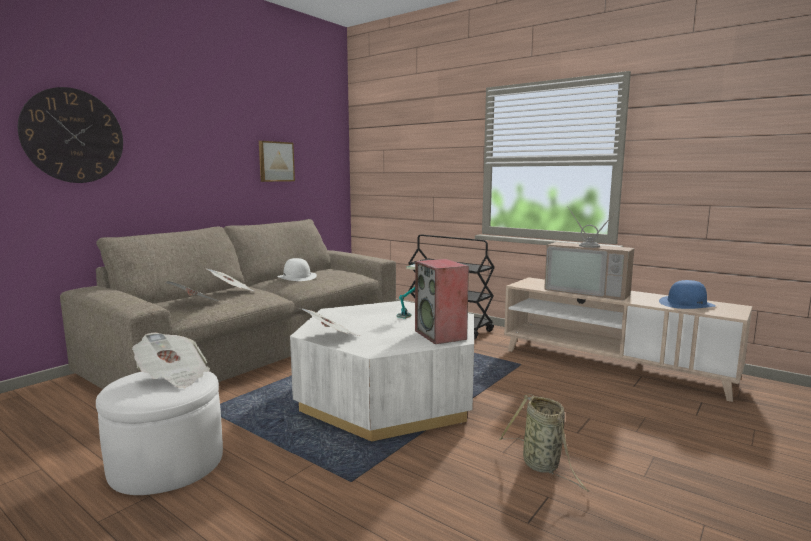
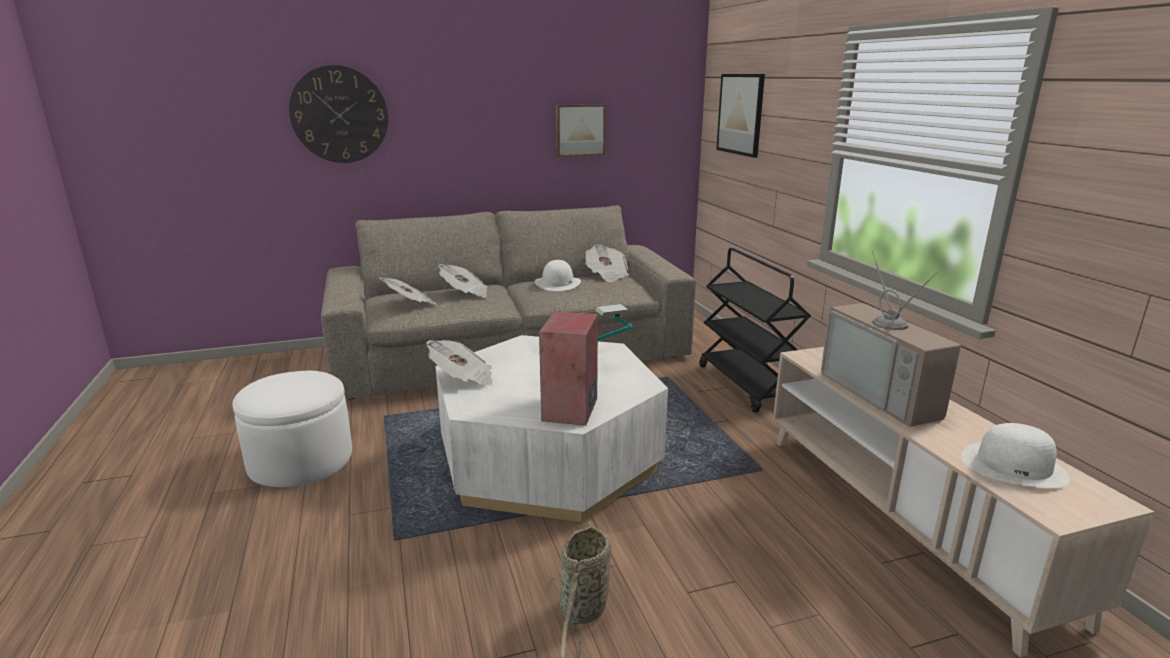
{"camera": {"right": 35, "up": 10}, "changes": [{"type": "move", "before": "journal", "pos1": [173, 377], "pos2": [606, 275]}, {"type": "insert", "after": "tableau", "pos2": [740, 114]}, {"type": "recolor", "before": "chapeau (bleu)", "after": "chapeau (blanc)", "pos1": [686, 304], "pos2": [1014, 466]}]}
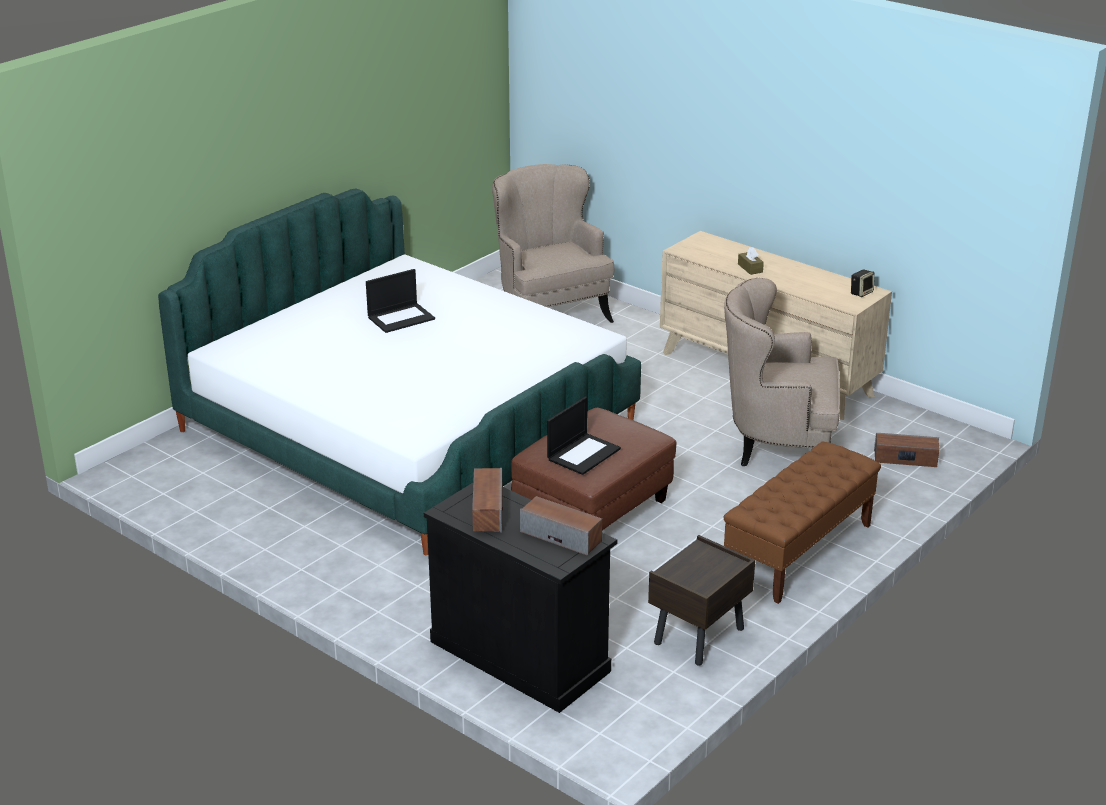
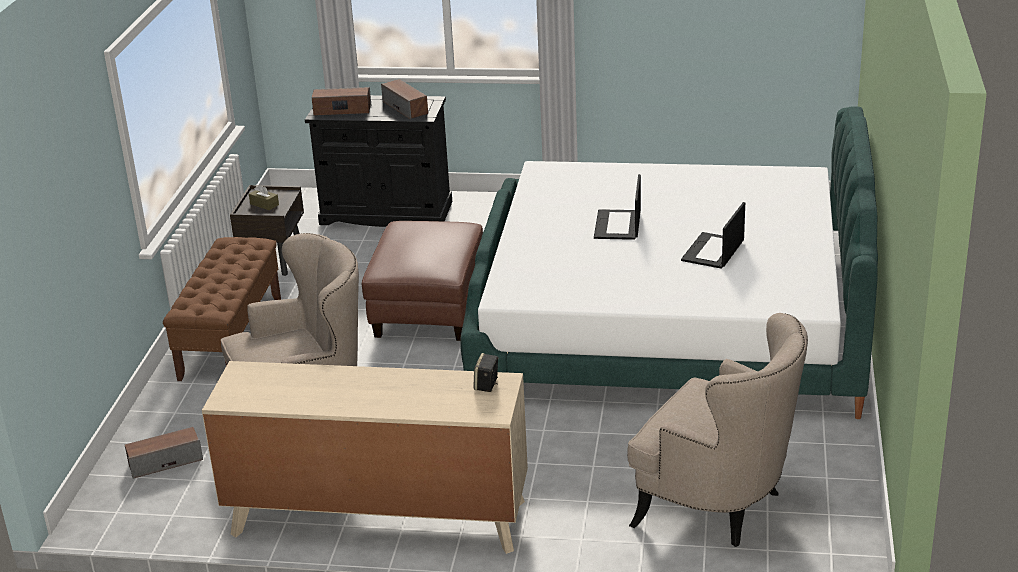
{"camera": {"right": 150, "up": 0}, "changes": [{"type": "move", "before": "boîte à mouchoirs (marron)", "pos1": [750, 268], "pos2": [264, 204]}, {"type": "move", "before": "enceinte", "pos1": [861, 292], "pos2": [487, 385]}, {"type": "move", "before": "ordinateur portable", "pos1": [583, 453], "pos2": [618, 225]}]}
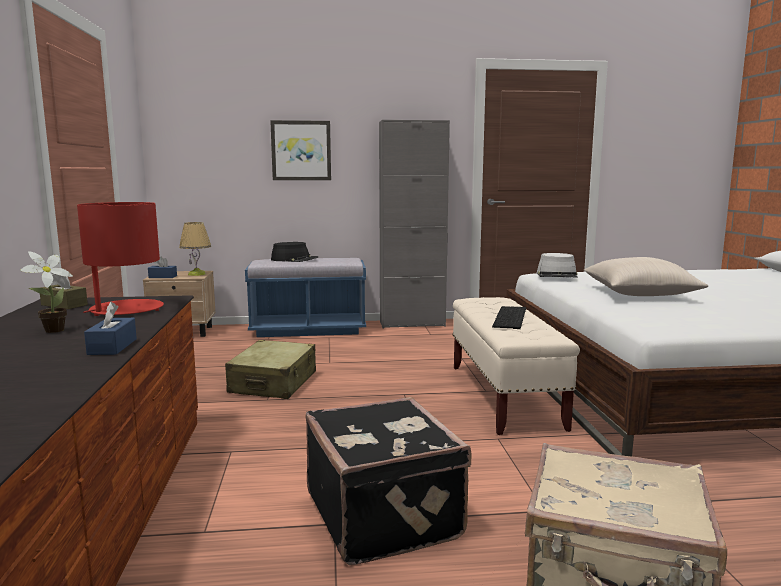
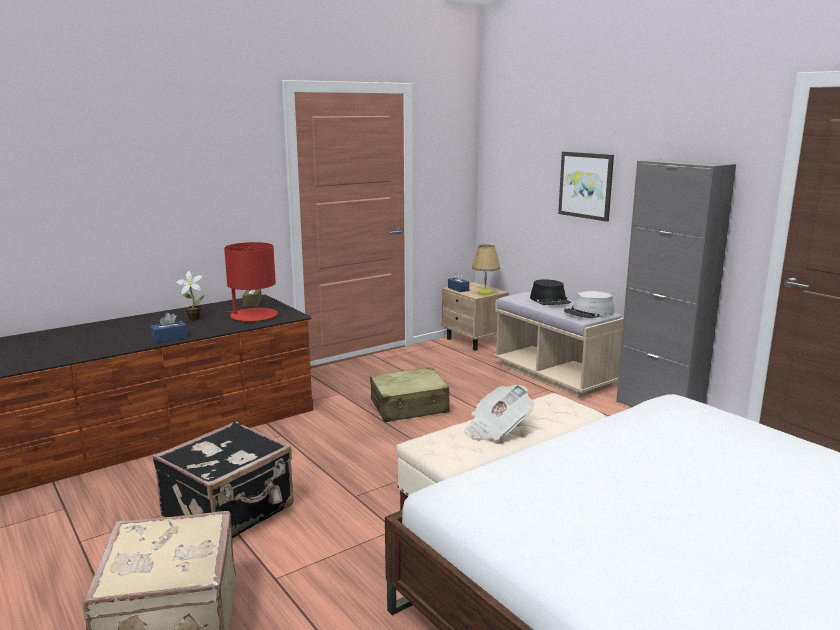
{"camera": {"right": 60, "up": 5}, "changes": [{"type": "replace", "before": "clavier", "after": "journal", "pos1": [511, 318], "pos2": [497, 429]}, {"type": "recolor", "before": "banc (bleu)", "after": "banc (beige)", "pos1": [308, 329], "pos2": [554, 375]}, {"type": "move", "before": "chapeau (gris)", "pos1": [557, 275], "pos2": [589, 312]}, {"type": "delete", "before": "coussin (beige)", "pos1": [639, 294]}]}
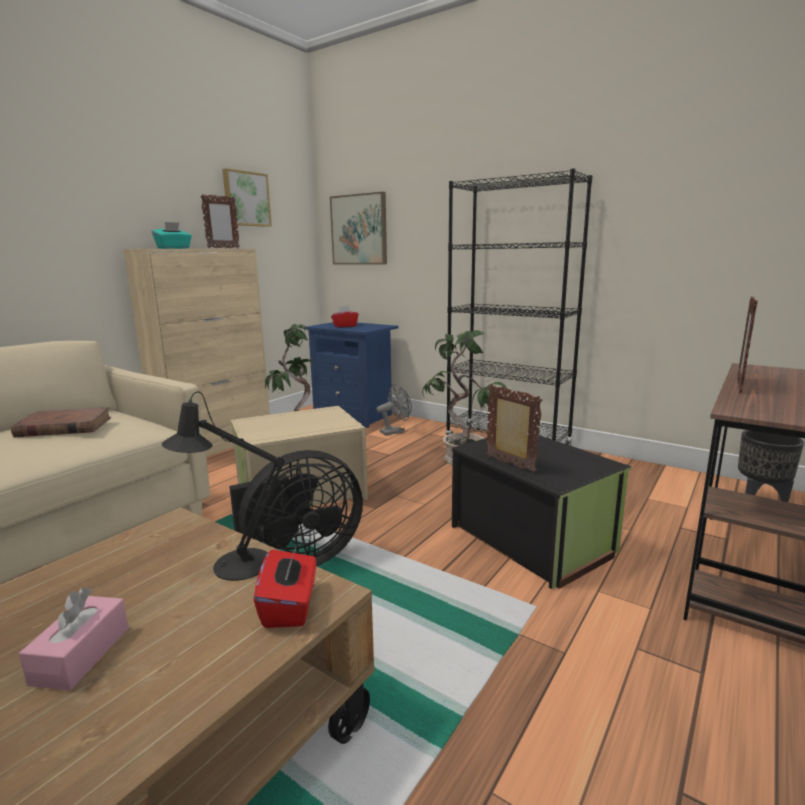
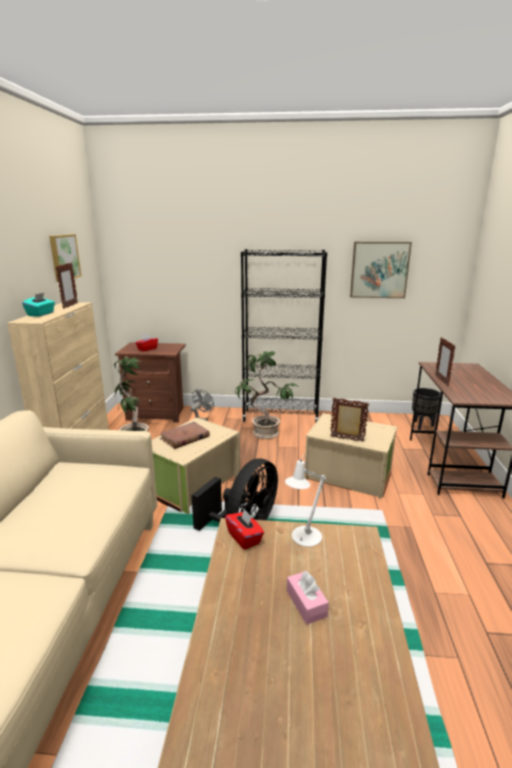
{"camera": {"right": -30, "up": 5}, "changes": [{"type": "recolor", "before": "table de chevet (bleu)", "after": "table de chevet (marron)", "pos1": [355, 415], "pos2": [158, 413]}, {"type": "move", "before": "livre (marron)", "pos1": [64, 427], "pos2": [184, 437]}, {"type": "move", "before": "boîte à mouchoirs (rouge)", "pos1": [290, 607], "pos2": [244, 538]}, {"type": "recolor", "before": "lampe de table (noir)", "after": "lampe de table (blanc)", "pos1": [233, 565], "pos2": [304, 538]}, {"type": "recolor", "before": "boîte de rangement (noir)", "after": "boîte de rangement (beige)", "pos1": [530, 540], "pos2": [348, 476]}, {"type": "move", "before": "tableau", "pos1": [359, 230], "pos2": [379, 270]}]}
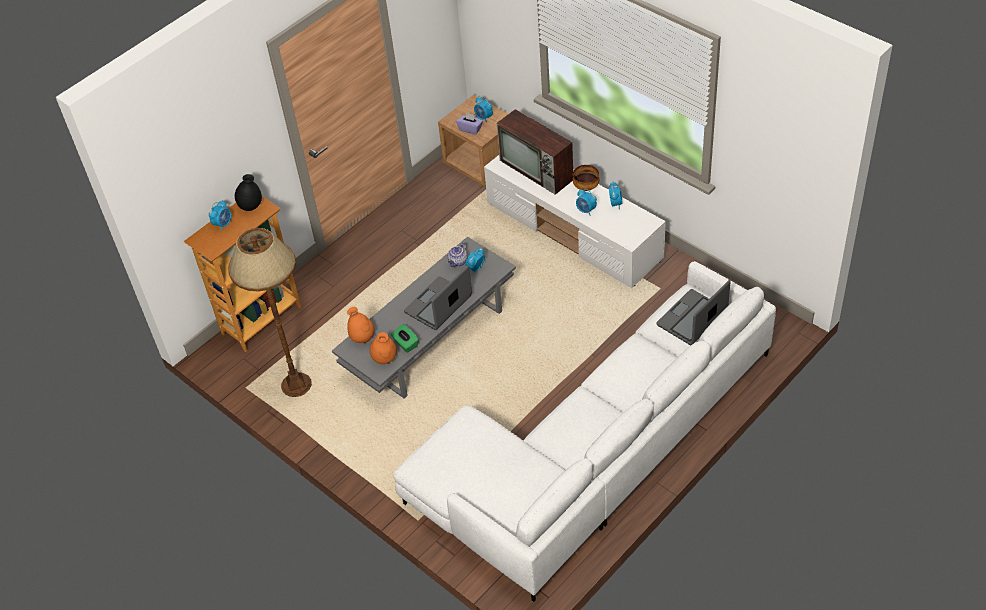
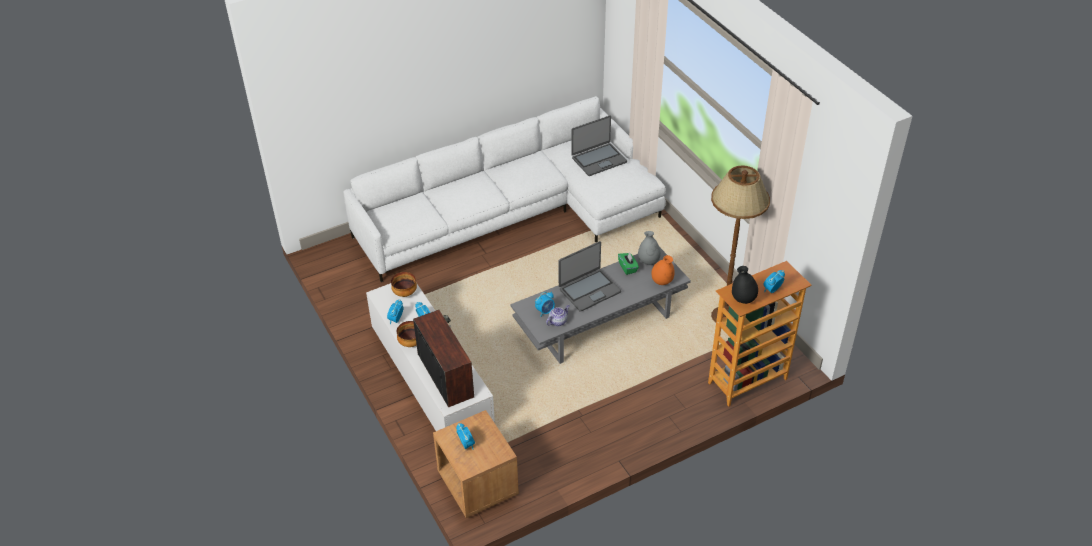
{"camera": {"right": -165, "up": -5}, "changes": [{"type": "insert", "after": "bol", "pos2": [404, 293]}, {"type": "move", "before": "ordinateur portable", "pos1": [692, 319], "pos2": [598, 160]}, {"type": "recolor", "before": "vase (orange)", "after": "vase (gris)", "pos1": [384, 359], "pos2": [648, 261]}, {"type": "delete", "before": "boîte à mouchoirs (violet)", "pos1": [470, 129]}]}
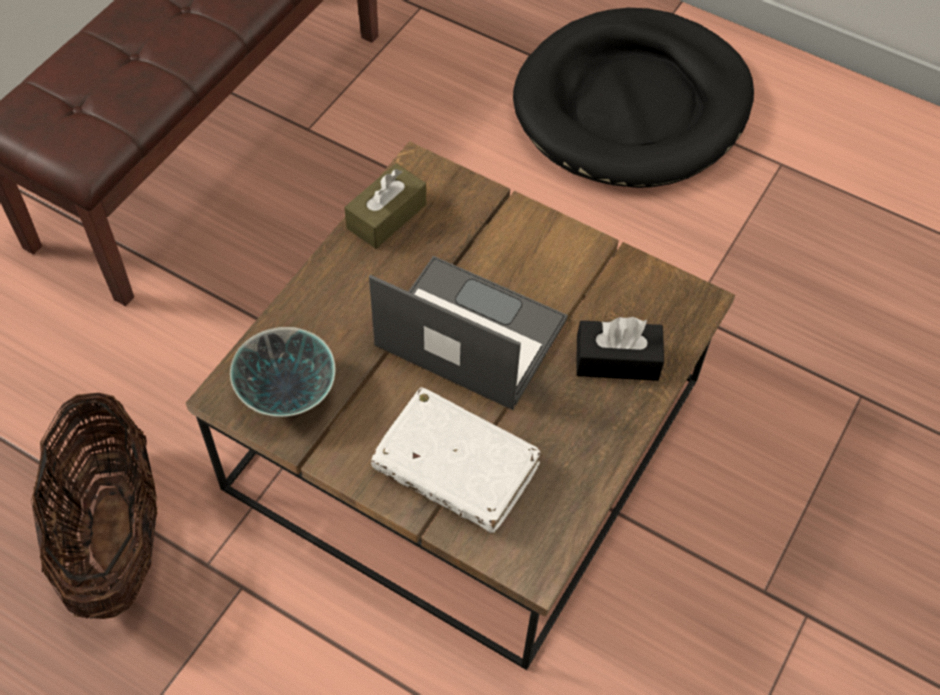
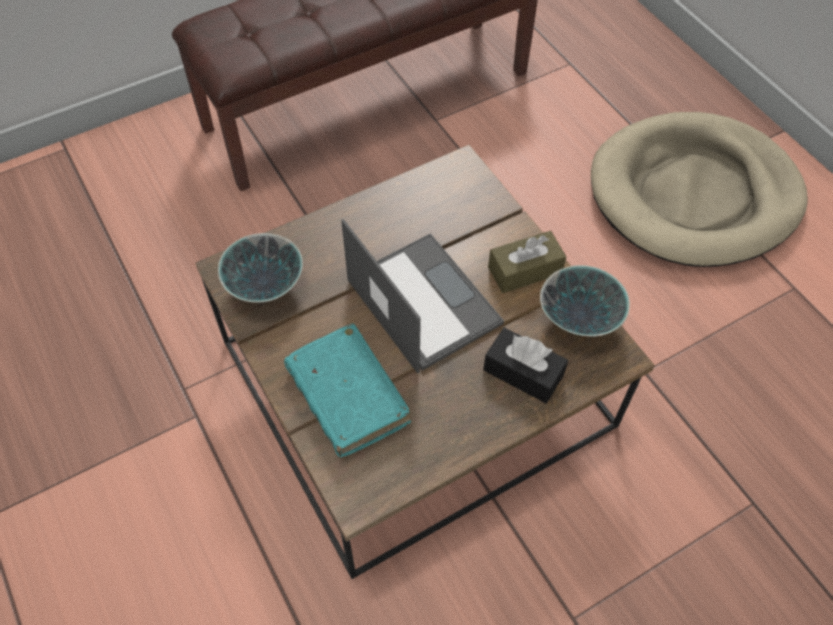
{"camera": {"right": 30, "up": 0}, "changes": [{"type": "recolor", "before": "livre (blanc)", "after": "livre (turquoise)", "pos1": [456, 468], "pos2": [347, 396]}, {"type": "move", "before": "boîte à mouchoirs (marron)", "pos1": [386, 216], "pos2": [525, 270]}, {"type": "insert", "after": "bol", "pos2": [579, 320]}, {"type": "recolor", "before": "panier pour chien (noir)", "after": "panier pour chien (beige)", "pos1": [632, 105], "pos2": [693, 194]}, {"type": "delete", "before": "panier", "pos1": [113, 534]}]}
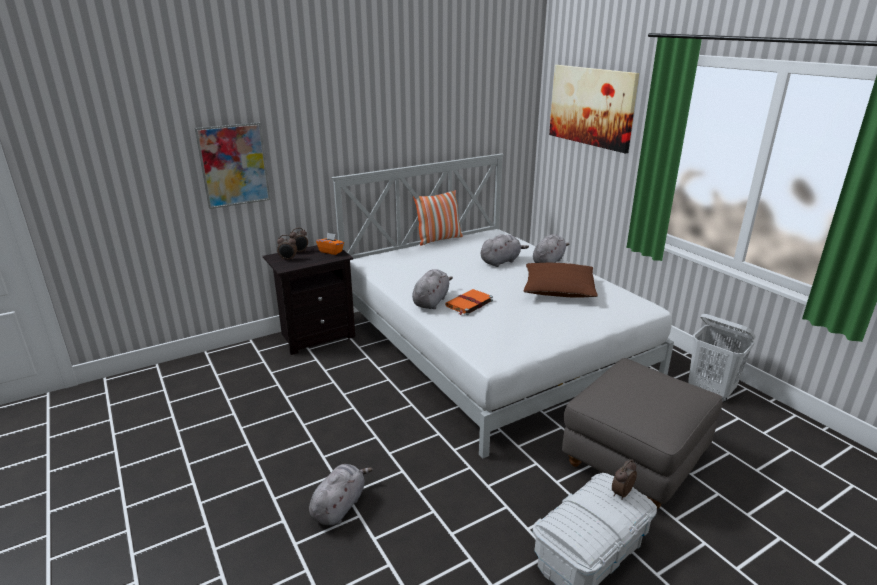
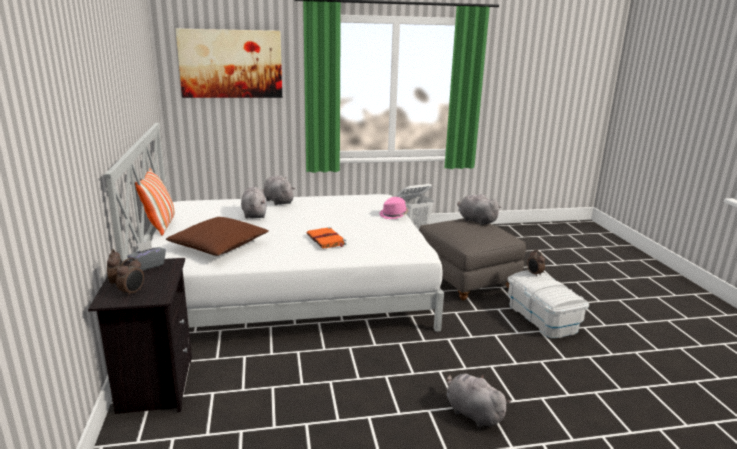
{"camera": {"right": -70, "up": -5}, "changes": [{"type": "recolor", "before": "boîte à mouchoirs (orange)", "after": "boîte à mouchoirs (gris)", "pos1": [331, 251], "pos2": [148, 266]}, {"type": "move", "before": "coussin (marron)", "pos1": [558, 290], "pos2": [219, 246]}, {"type": "insert", "after": "chapeau (rose)", "pos2": [394, 215]}, {"type": "move", "before": "peluche (gris)", "pos1": [431, 301], "pos2": [475, 220]}, {"type": "delete", "before": "tableau", "pos1": [234, 165]}]}
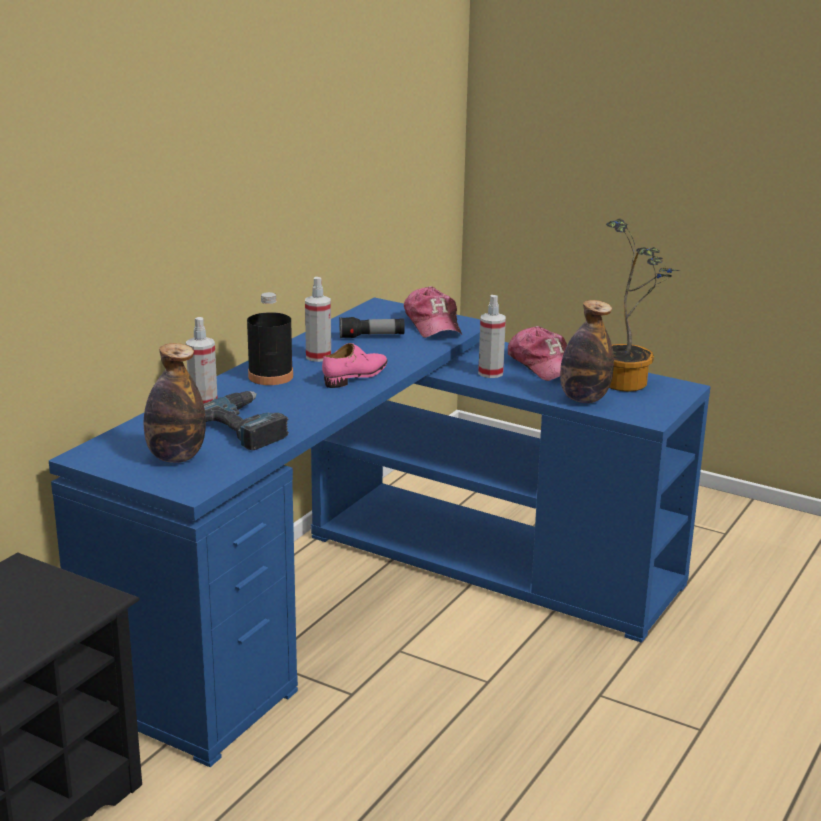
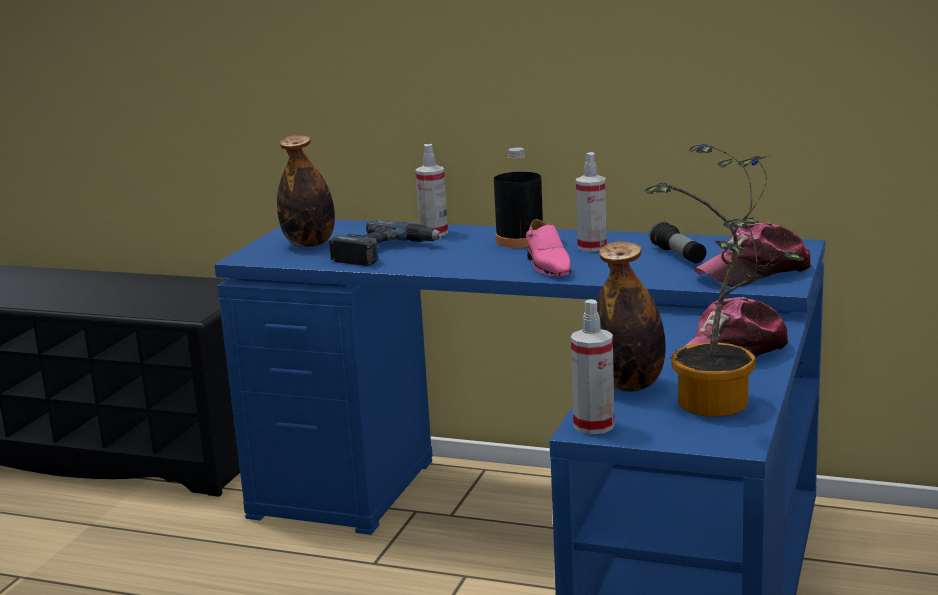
{"camera": {"right": 80, "up": -5}, "changes": [{"type": "rotate", "before": "chaussure (rose)", "pos1": [356, 376], "pos2": [548, 266], "turn": 45}, {"type": "move", "before": "vaporisateur", "pos1": [490, 373], "pos2": [594, 425]}]}
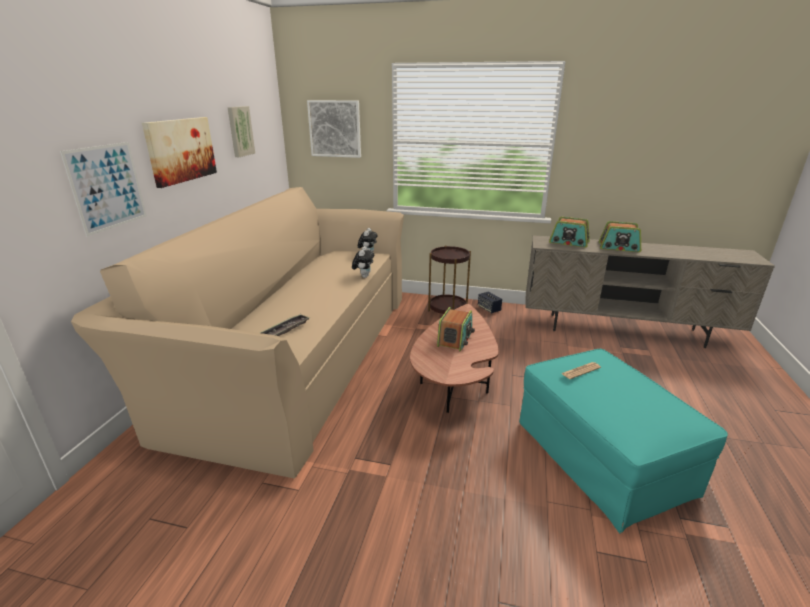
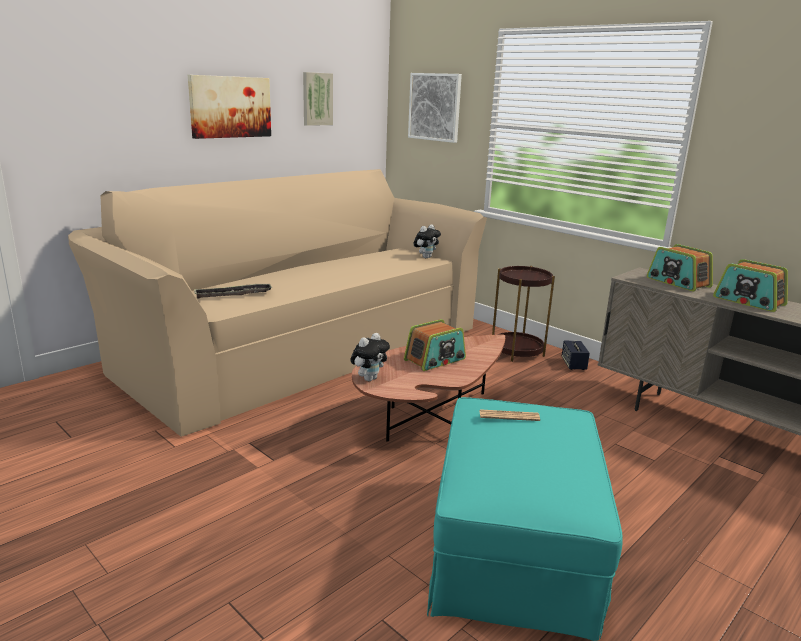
{"camera": {"right": 30, "up": -5}, "changes": [{"type": "move", "before": "peluche", "pos1": [363, 276], "pos2": [369, 378]}, {"type": "delete", "before": "tableau", "pos1": [107, 187]}]}
